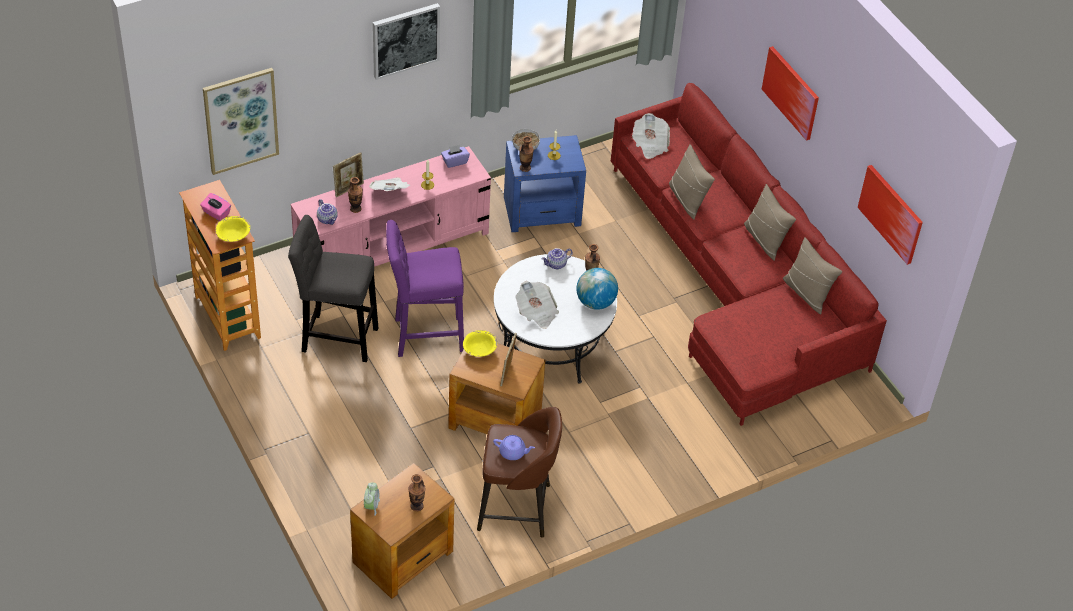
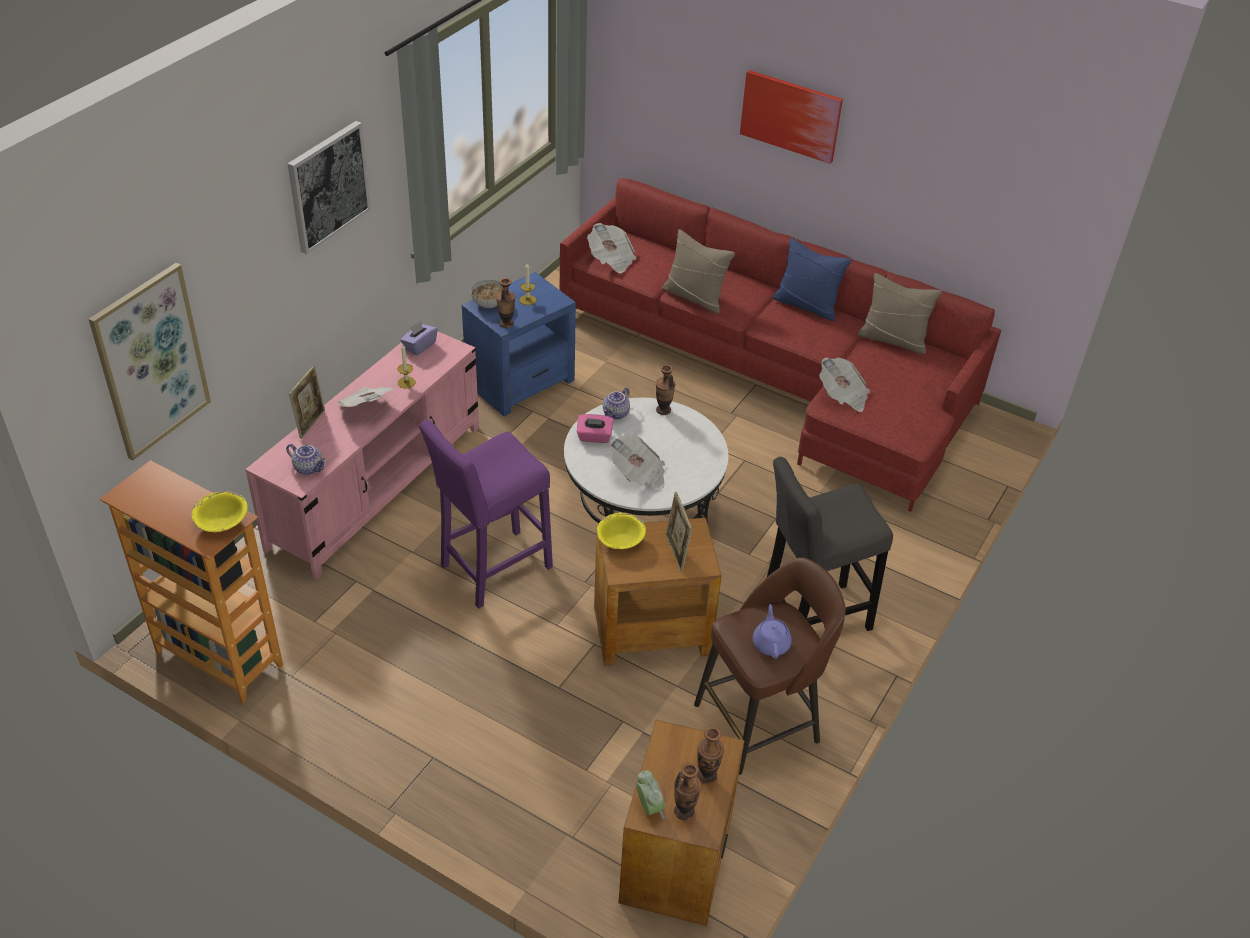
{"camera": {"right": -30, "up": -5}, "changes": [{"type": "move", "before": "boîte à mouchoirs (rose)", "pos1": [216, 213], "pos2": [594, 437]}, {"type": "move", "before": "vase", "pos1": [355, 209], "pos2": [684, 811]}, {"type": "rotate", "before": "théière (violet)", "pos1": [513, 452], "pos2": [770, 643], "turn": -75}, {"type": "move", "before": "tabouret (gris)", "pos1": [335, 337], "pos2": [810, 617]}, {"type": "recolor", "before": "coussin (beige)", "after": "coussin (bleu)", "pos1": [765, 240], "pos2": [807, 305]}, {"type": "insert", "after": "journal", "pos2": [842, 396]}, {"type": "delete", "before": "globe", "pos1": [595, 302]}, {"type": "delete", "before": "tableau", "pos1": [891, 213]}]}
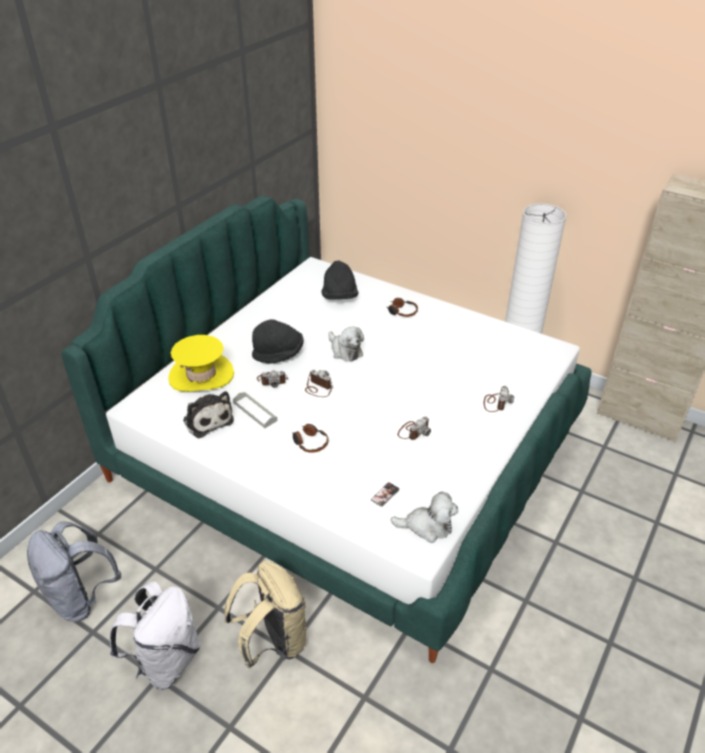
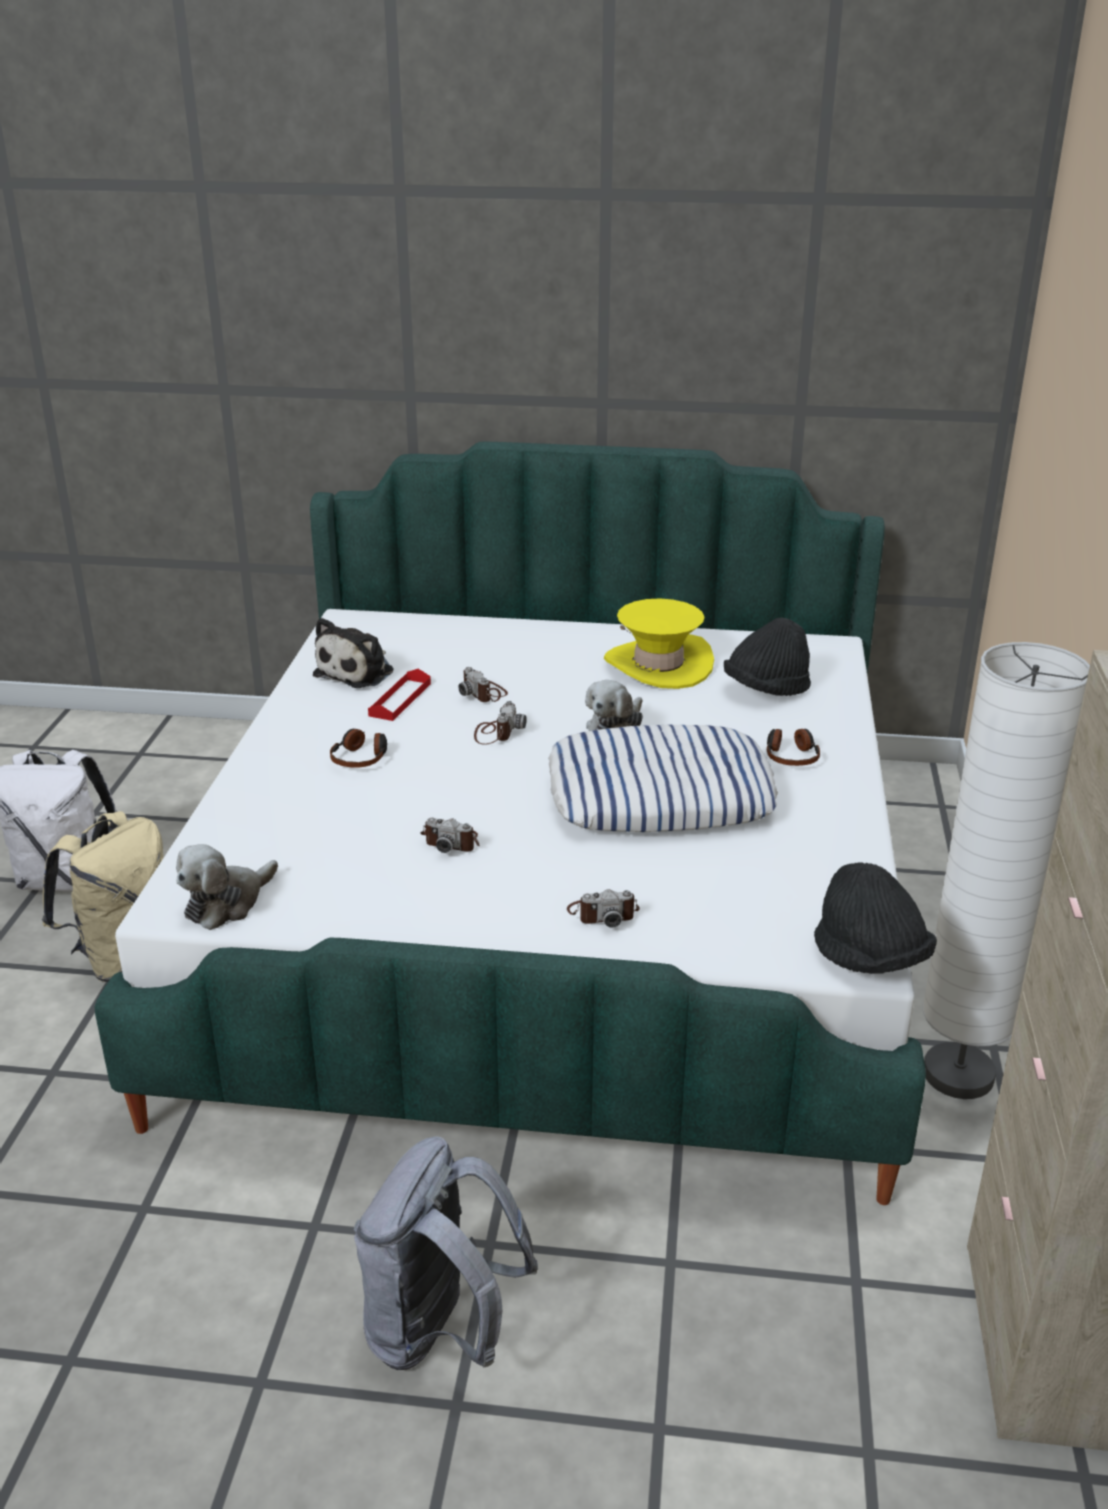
{"camera": {"right": 65, "up": -10}, "changes": [{"type": "rotate", "before": "peluche", "pos1": [427, 526], "pos2": [227, 903], "turn": 60}, {"type": "move", "before": "sac à dos (gris)", "pos1": [82, 597], "pos2": [440, 1331]}, {"type": "recolor", "before": "plateau (gris)", "after": "plateau (rouge)", "pos1": [255, 411], "pos2": [400, 699]}, {"type": "insert", "after": "coussin", "pos2": [659, 795]}, {"type": "move", "before": "chapeau (jaune)", "pos1": [201, 375], "pos2": [658, 665]}, {"type": "move", "before": "chapeau (noir)", "pos1": [278, 354], "pos2": [869, 958]}, {"type": "delete", "before": "téléphone", "pos1": [385, 494]}]}
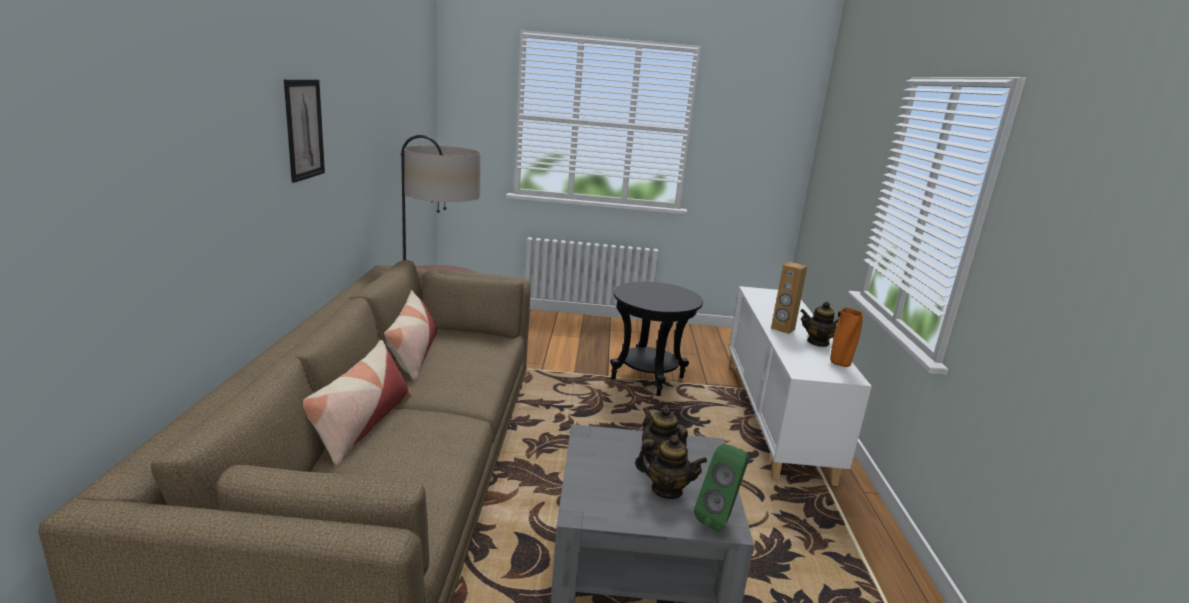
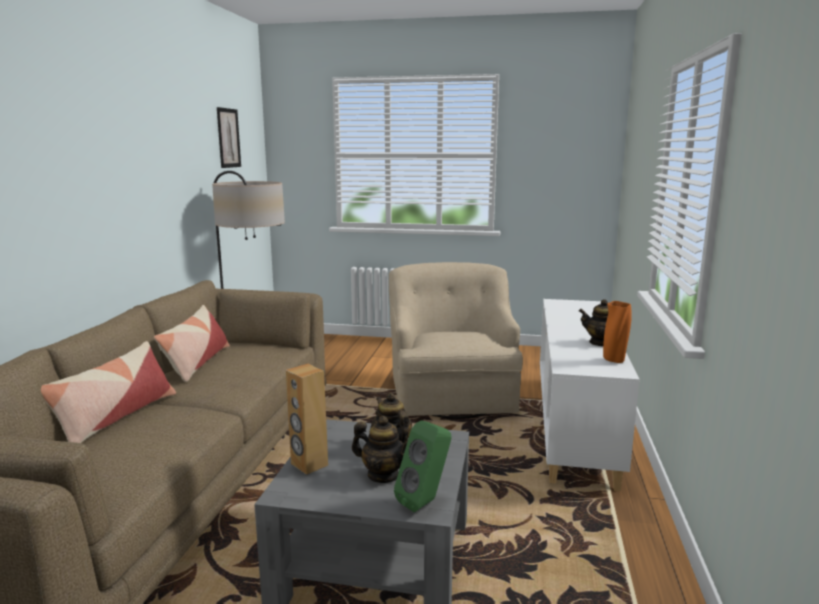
{"camera": {"right": 10, "up": -5}, "changes": [{"type": "move", "before": "tableau", "pos1": [304, 129], "pos2": [228, 138]}, {"type": "move", "before": "enceinte (marron)", "pos1": [782, 329], "pos2": [309, 464]}, {"type": "replace", "before": "table d'appoint (noir)", "after": "fauteuil (beige)", "pos1": [647, 378], "pos2": [451, 393]}]}
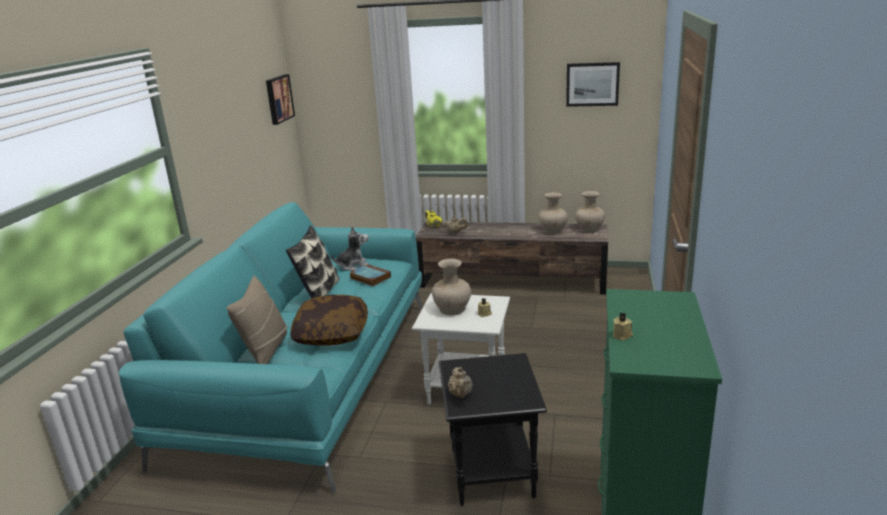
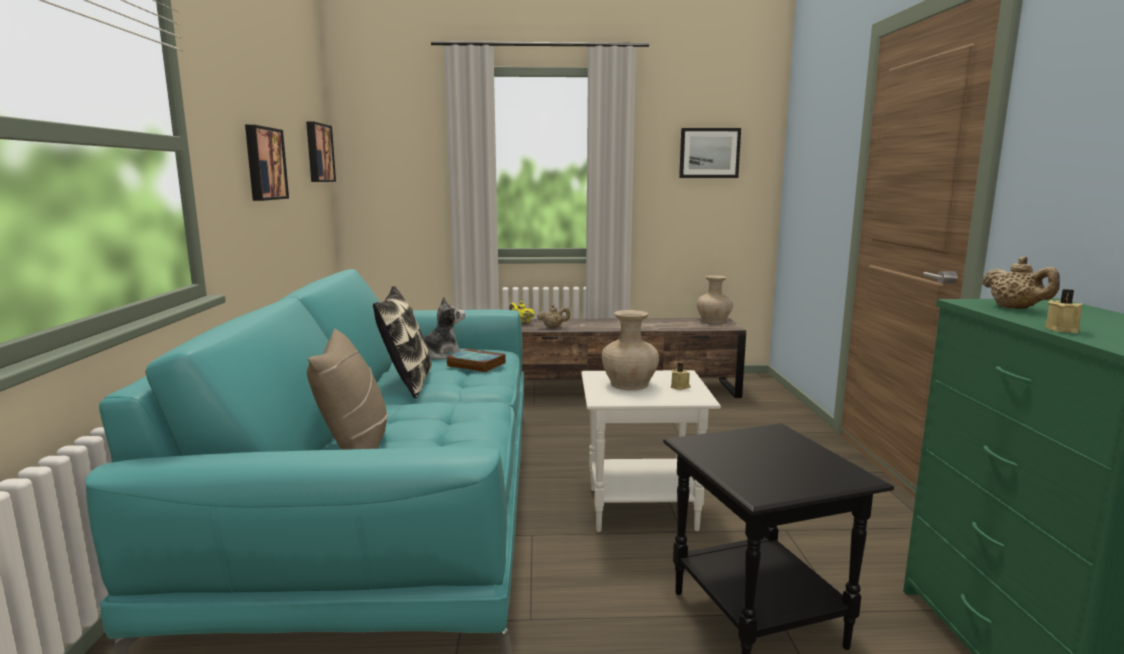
{"camera": {"right": -15, "up": -10}, "changes": [{"type": "insert", "after": "tableau", "pos2": [264, 163]}, {"type": "move", "before": "théière (beige)", "pos1": [460, 395], "pos2": [1016, 309]}, {"type": "delete", "before": "coussin", "pos1": [331, 333]}, {"type": "delete", "before": "vase (beige)", "pos1": [553, 230]}]}
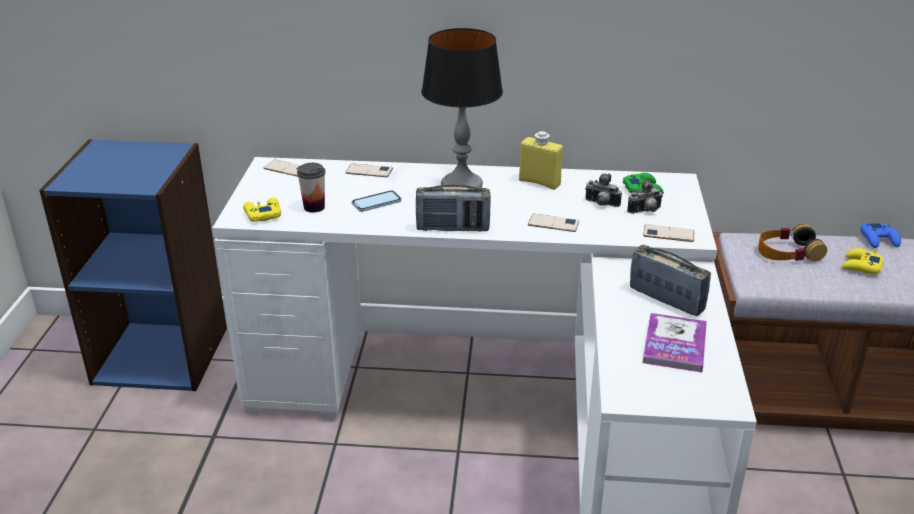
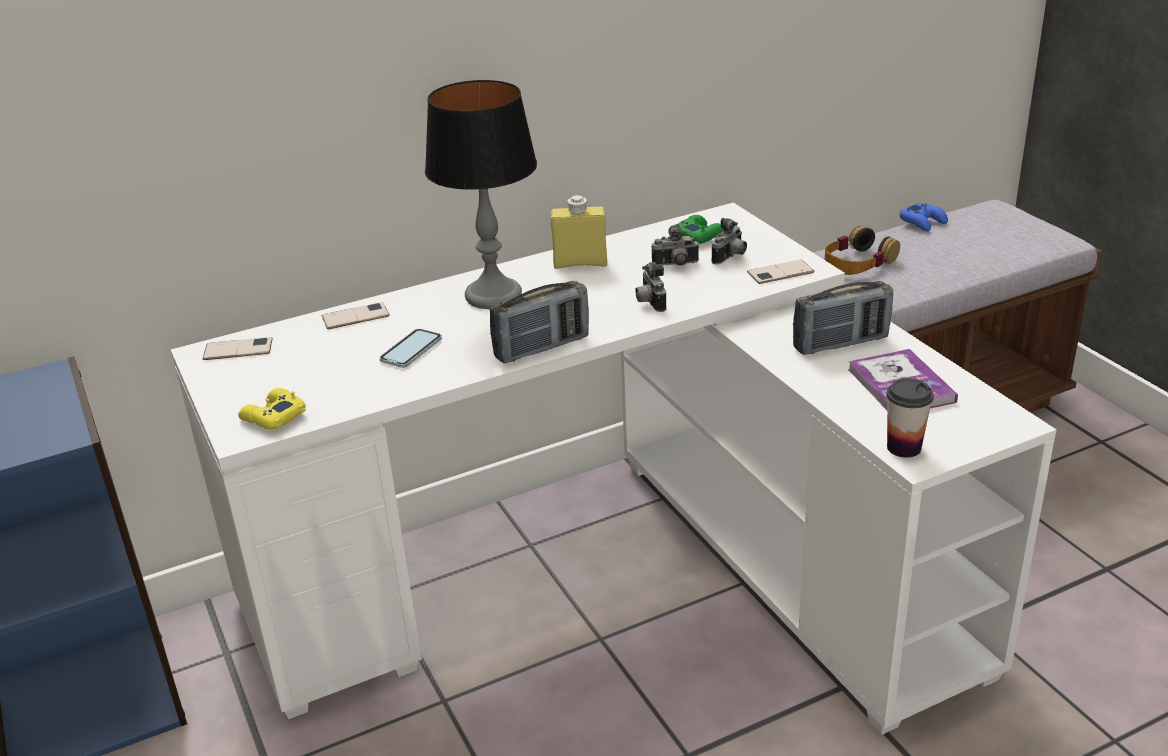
{"camera": {"right": -30, "up": 0}, "changes": [{"type": "replace", "before": "téléphone", "after": "appareil photo", "pos1": [553, 223], "pos2": [649, 303]}, {"type": "rotate", "before": "radio", "pos1": [666, 299], "pos2": [840, 343], "turn": 150}, {"type": "move", "before": "tasse", "pos1": [314, 207], "pos2": [904, 447]}, {"type": "delete", "before": "manette (jaune)", "pos1": [861, 266]}]}
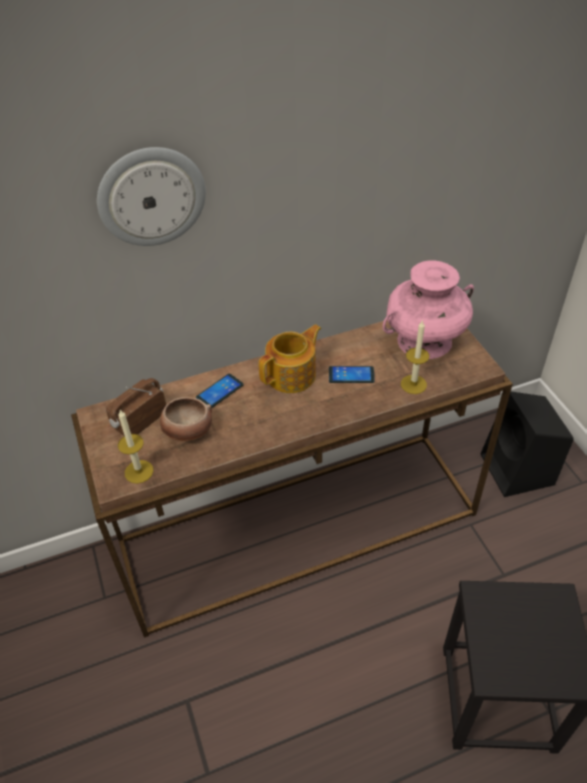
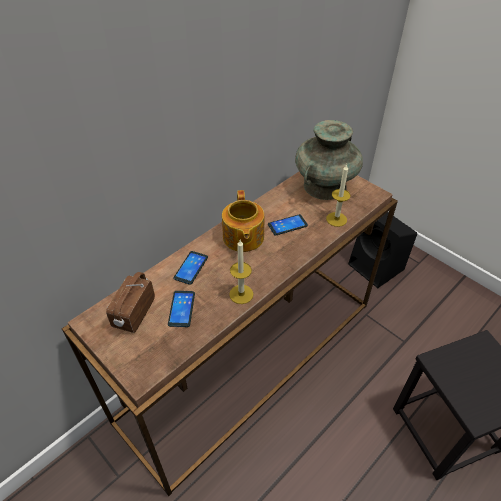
{"camera": {"right": -25, "up": 0}, "changes": [{"type": "replace", "before": "bol", "after": "téléphone", "pos1": [187, 431], "pos2": [181, 309]}, {"type": "rotate", "before": "théière", "pos1": [292, 375], "pos2": [242, 238], "turn": 150}, {"type": "move", "before": "bougie", "pos1": [139, 471], "pos2": [241, 294]}, {"type": "recolor", "before": "vase (rose)", "after": "vase (turquoise)", "pos1": [424, 341], "pos2": [324, 186]}, {"type": "delete", "before": "horloge murale", "pos1": [151, 196]}]}
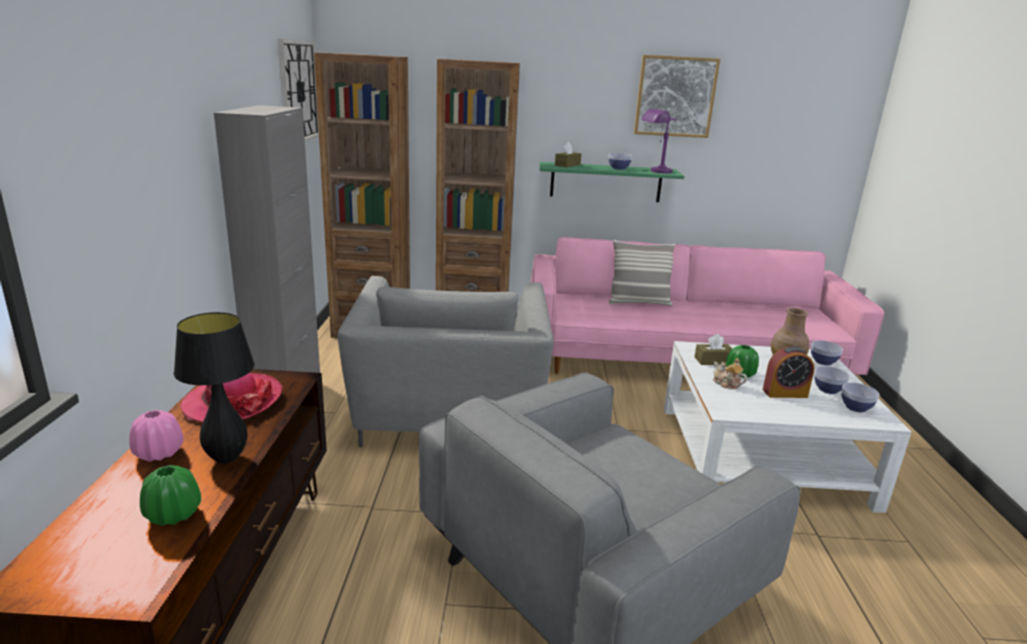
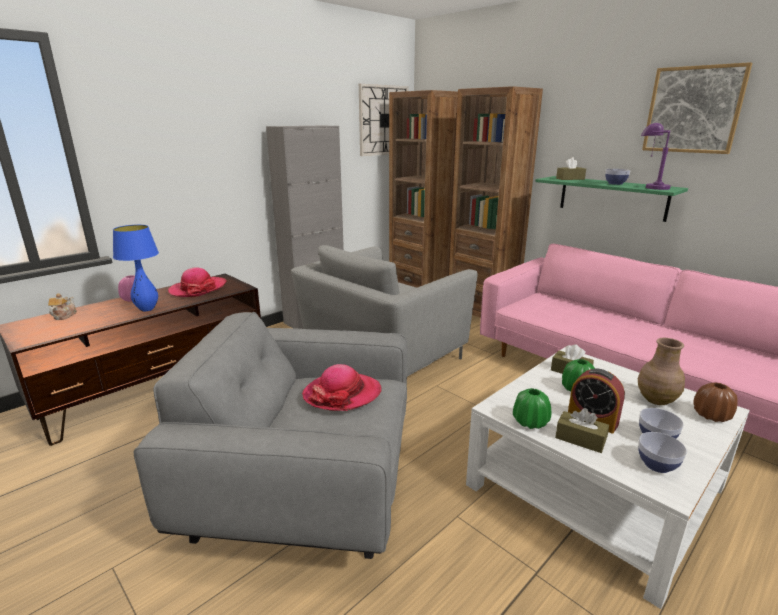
{"camera": {"right": 45, "up": 0}, "changes": [{"type": "move", "before": "théière", "pos1": [726, 384], "pos2": [64, 316]}, {"type": "recolor", "before": "lampe de table (noir)", "after": "lampe de table (bleu)", "pos1": [226, 458], "pos2": [147, 309]}, {"type": "insert", "after": "chapeau", "pos2": [342, 394]}, {"type": "move", "before": "vase (vert)", "pos1": [173, 514], "pos2": [530, 422]}, {"type": "insert", "after": "boîte à mouchoirs (marron)", "pos2": [580, 439]}, {"type": "replace", "before": "bol", "after": "vase (marron)", "pos1": [823, 361], "pos2": [711, 415]}, {"type": "delete", "before": "coussin", "pos1": [638, 302]}]}
